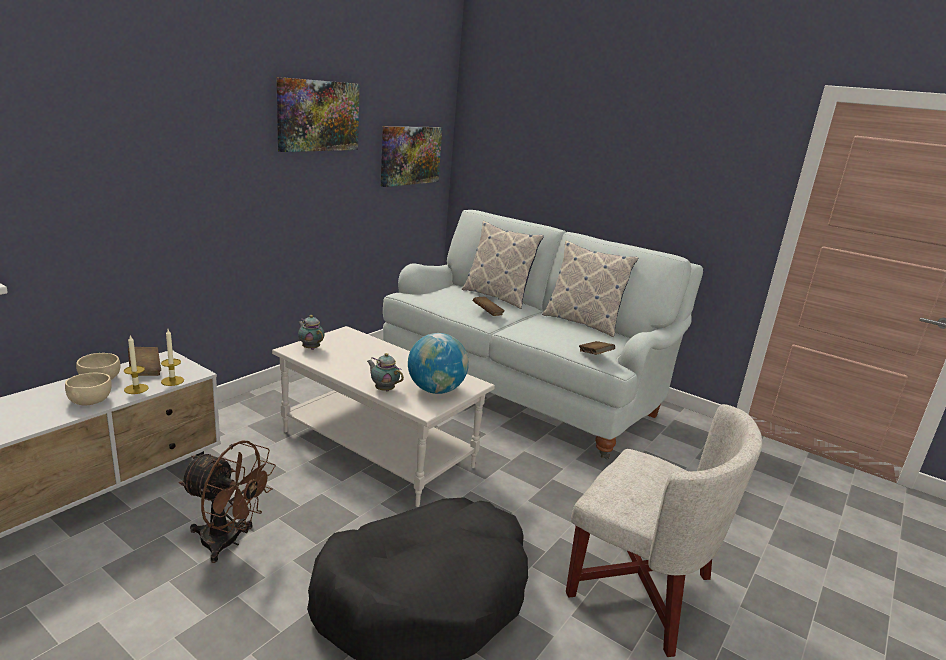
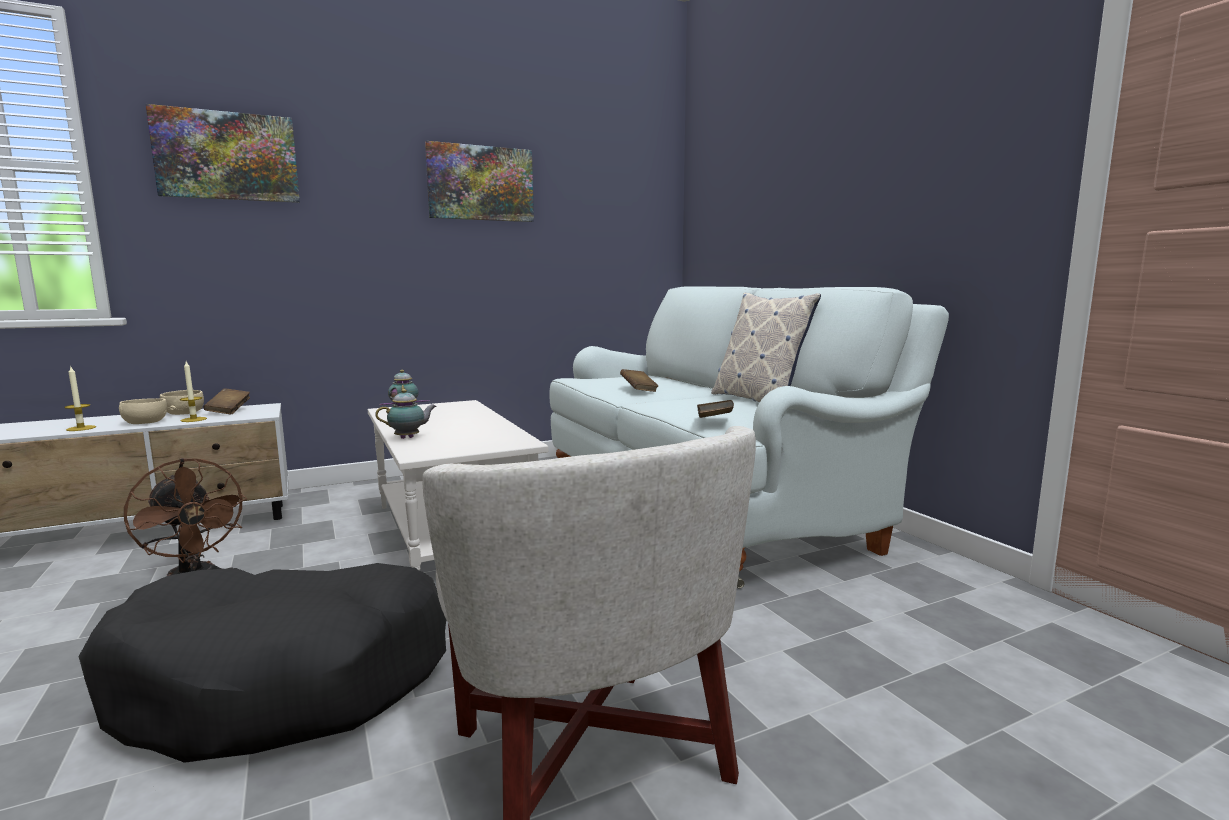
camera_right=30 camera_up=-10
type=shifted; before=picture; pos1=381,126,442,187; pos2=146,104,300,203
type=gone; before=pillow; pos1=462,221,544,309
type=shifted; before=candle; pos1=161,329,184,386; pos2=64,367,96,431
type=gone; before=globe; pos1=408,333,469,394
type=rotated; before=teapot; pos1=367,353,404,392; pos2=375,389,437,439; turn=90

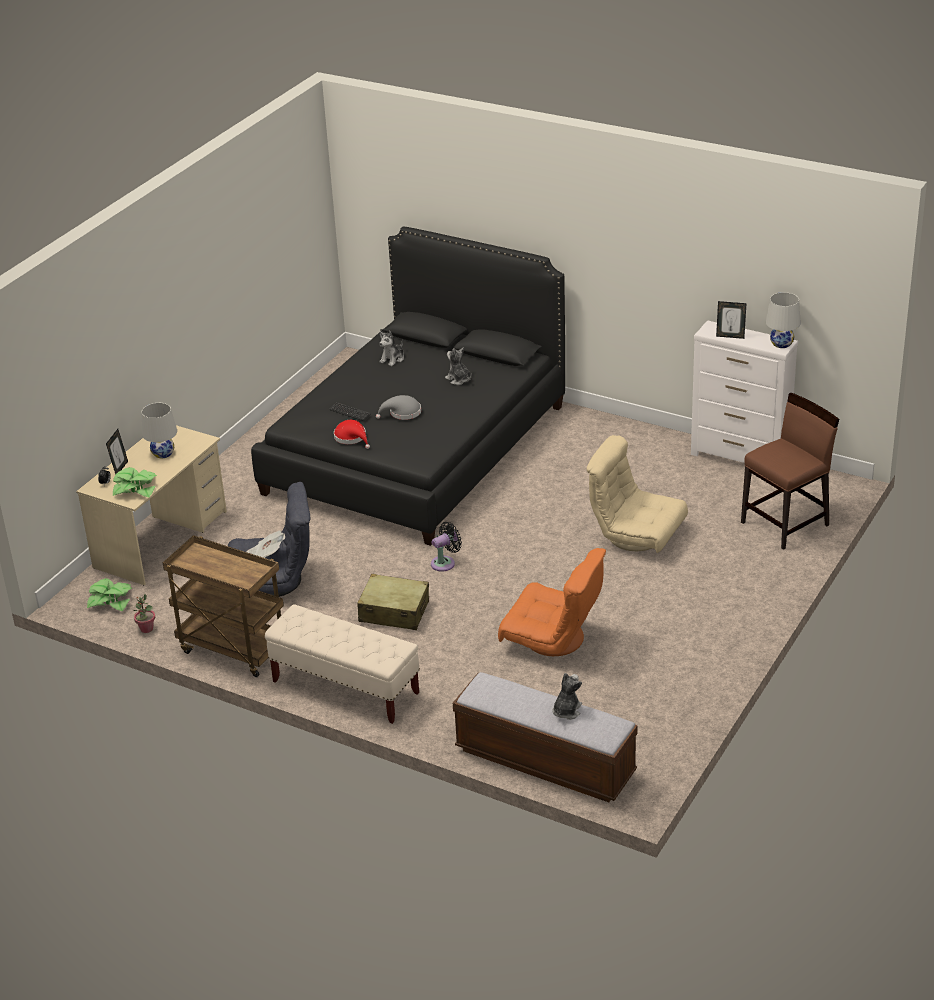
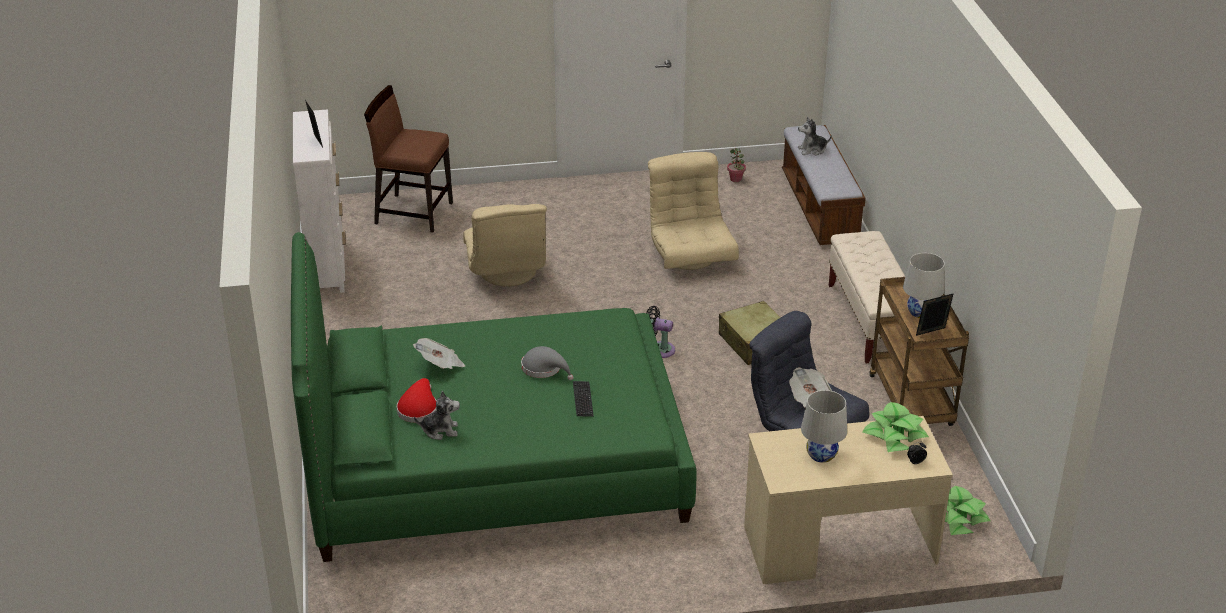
camera_right=-130 camera_up=0
type=repainted; before=black bed; after=green bed; pos1=251,227,565,546; pos2=291,232,696,562
type=shifted; before=white table lamp; pos1=766,292,801,348; pos2=903,253,945,318
type=swapped; before=plush toy; after=newspaper; pos1=445,347,472,385; pos2=413,338,466,369
type=shifted; before=red hat; pos1=334,420,370,449; pos2=397,378,437,423
type=shifted; before=picture frame; pos1=106,429,128,474; pos2=916,293,954,336
type=repainted; before=orange armchair; after=beige armchair; pos1=498,548,606,656; pos2=648,152,739,270
type=shifted; before=potted plant; pos1=133,594,155,633; pos2=727,148,746,182

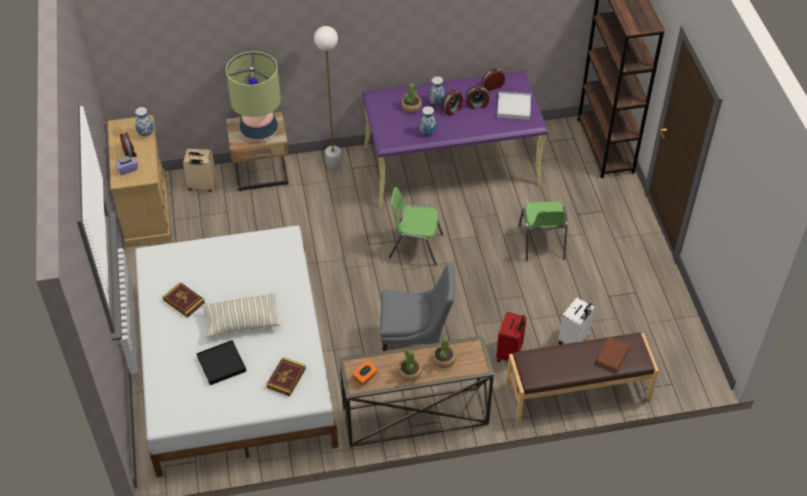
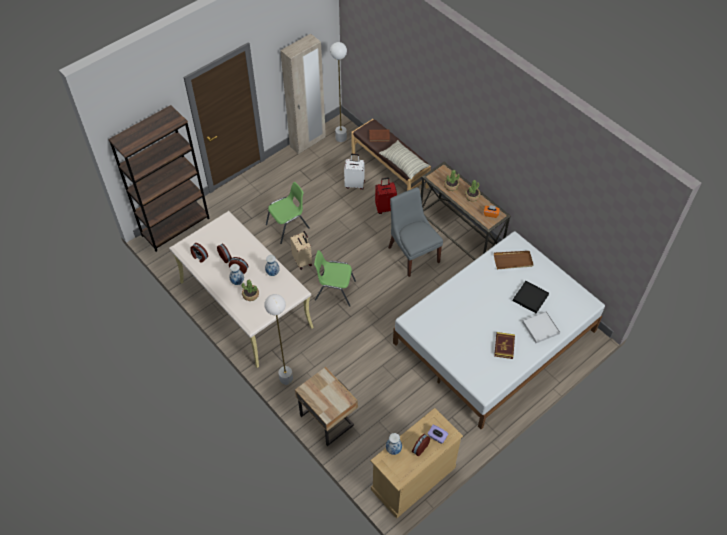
camera_right=-120 camera_up=5
type=gone; before=table lamp; pos1=226,51,281,141
type=repainted; before=purple desk; after=beige desk; pos1=362,71,548,208; pos2=169,211,314,368
type=shifted; before=white tray; pos1=497,91,531,120; pos2=522,311,560,343
type=shifted; before=beige suitcase; pos1=183,149,216,192; pos2=290,231,312,270
type=rotated; before=green chair; pos1=389,187,443,266; pos2=314,250,356,307; turn=120
type=shifted; before=pillow; pos1=202,293,280,337; pos2=379,140,430,179
type=swapped; before=book; after=brown tray; pos1=266,357,306,396; pos2=494,251,533,269
type=new; after=beige wardrobe; pos2=280,34,326,154
type=new; after=white floor lamp; pos2=330,42,347,142

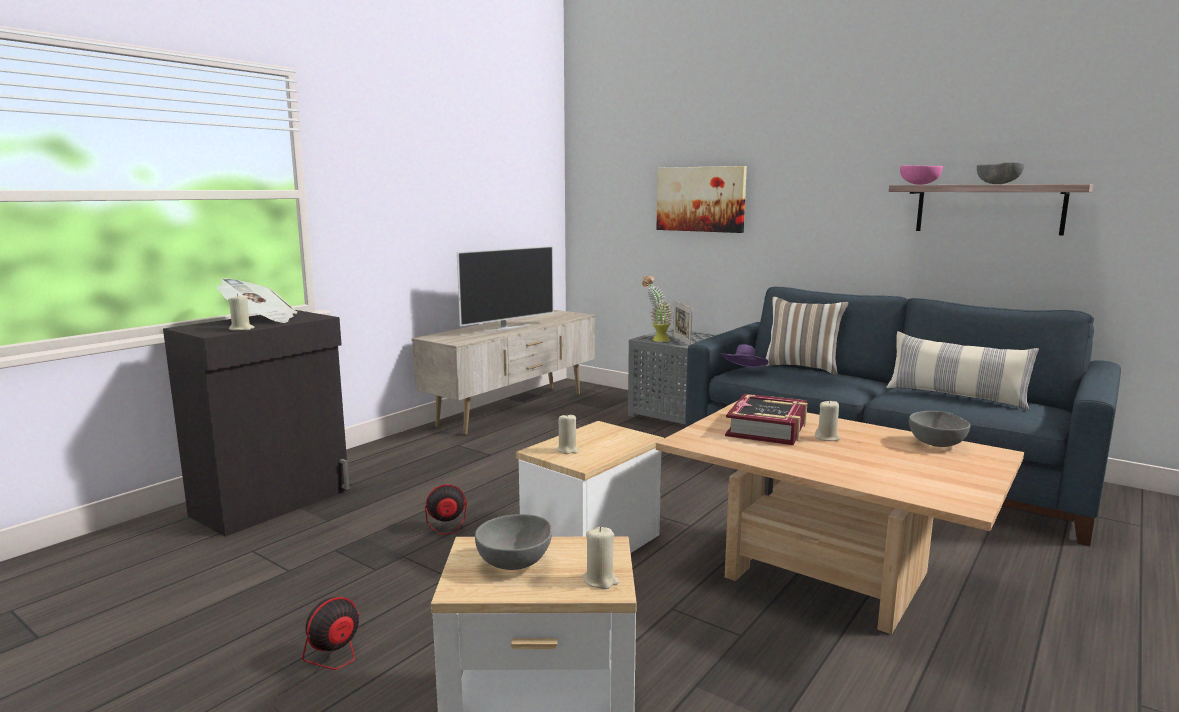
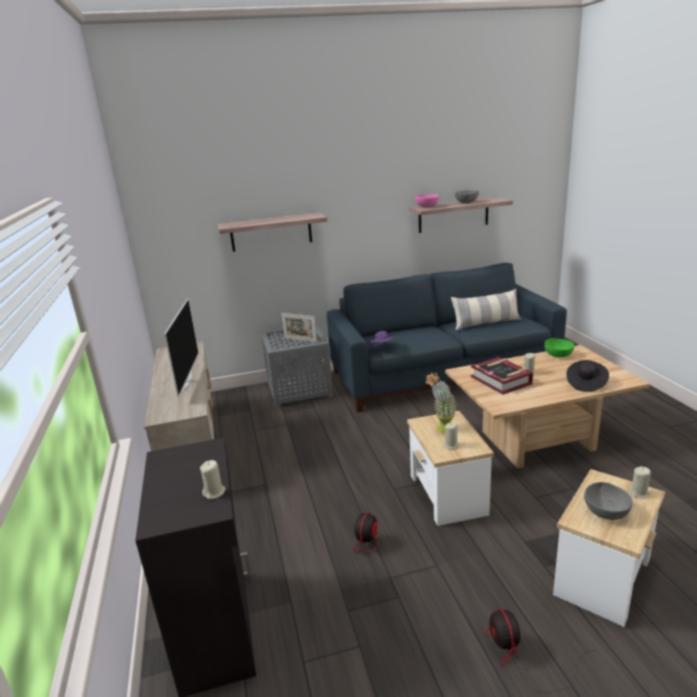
camera_right=-50 camera_up=10
type=swapped; before=picture; after=shelf; pos1=656,166,747,233; pos2=217,212,327,252
type=shifted; before=potted plant; pos1=642,276,673,342; pos2=426,372,457,434
type=gone; before=newspaper; pos1=217,278,297,323
type=gone; before=pillow; pos1=765,296,848,374
type=repainted; before=grey bowl; after=green bowl; pos1=909,411,971,447; pos2=544,338,574,357
type=new; after=black hat; pos2=566,360,609,392

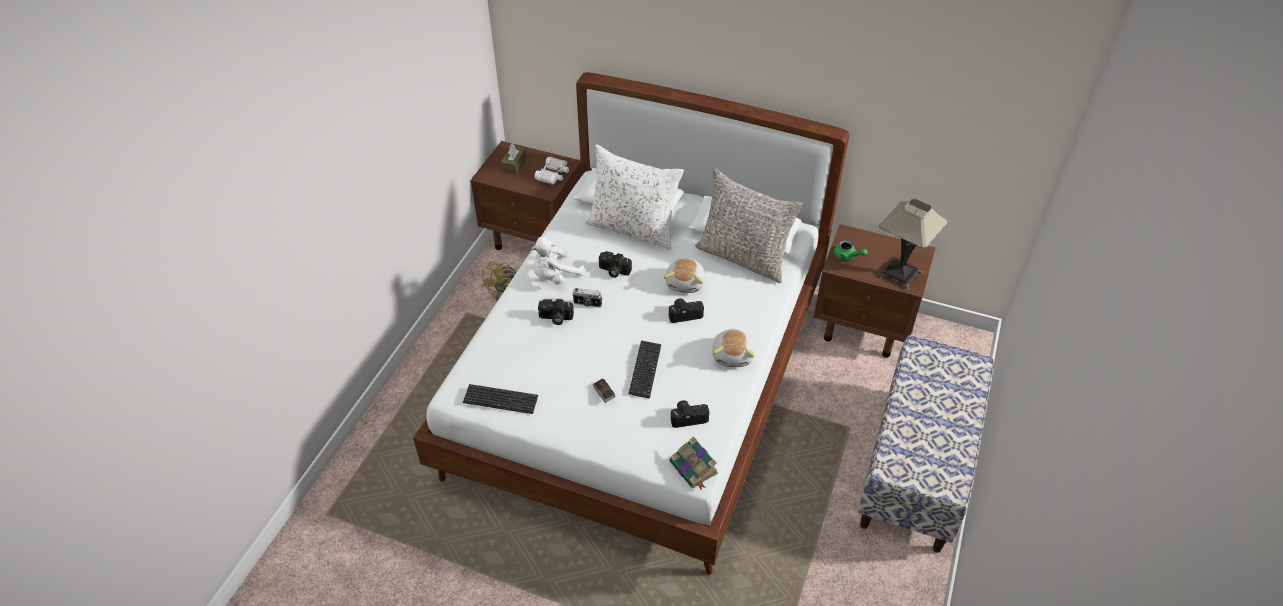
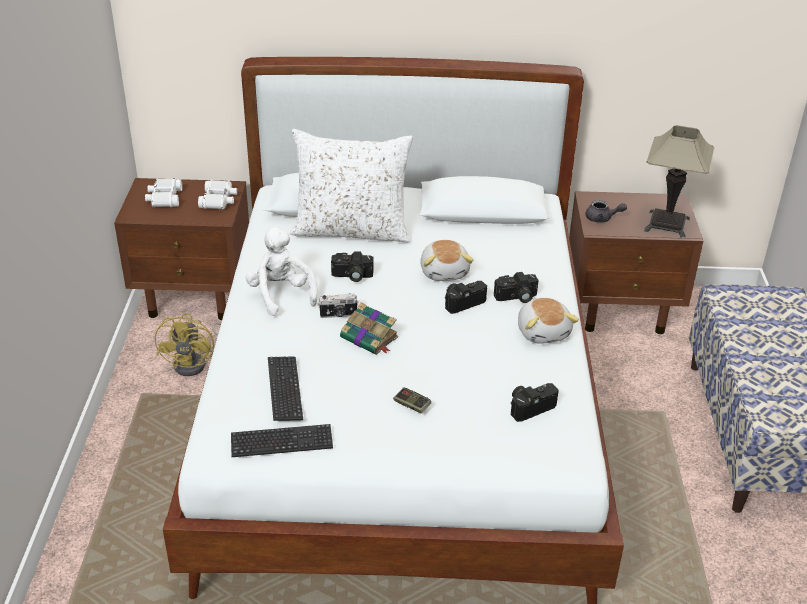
camera_right=-20 camera_up=-10
type=swapped; before=brown tissue box; after=white binoculars; pos1=501,144,527,175; pos2=145,178,182,207
type=gone; before=grey pillow; pos1=695,169,803,283
type=rotated; before=white plush toy; pos1=531,236,585,285; pos2=246,227,317,316; turn=120
type=repainted; before=green teapot; after=grey teapot; pos1=834,240,867,261; pos2=586,200,627,223
type=shifted; before=photo camera; pos1=538,299,574,325; pos2=494,272,538,303
type=shifted; before=keyboard; pos1=629,340,661,399; pos2=268,357,303,421
type=shifted; before=book; pos1=669,436,718,490; pos2=340,303,398,355

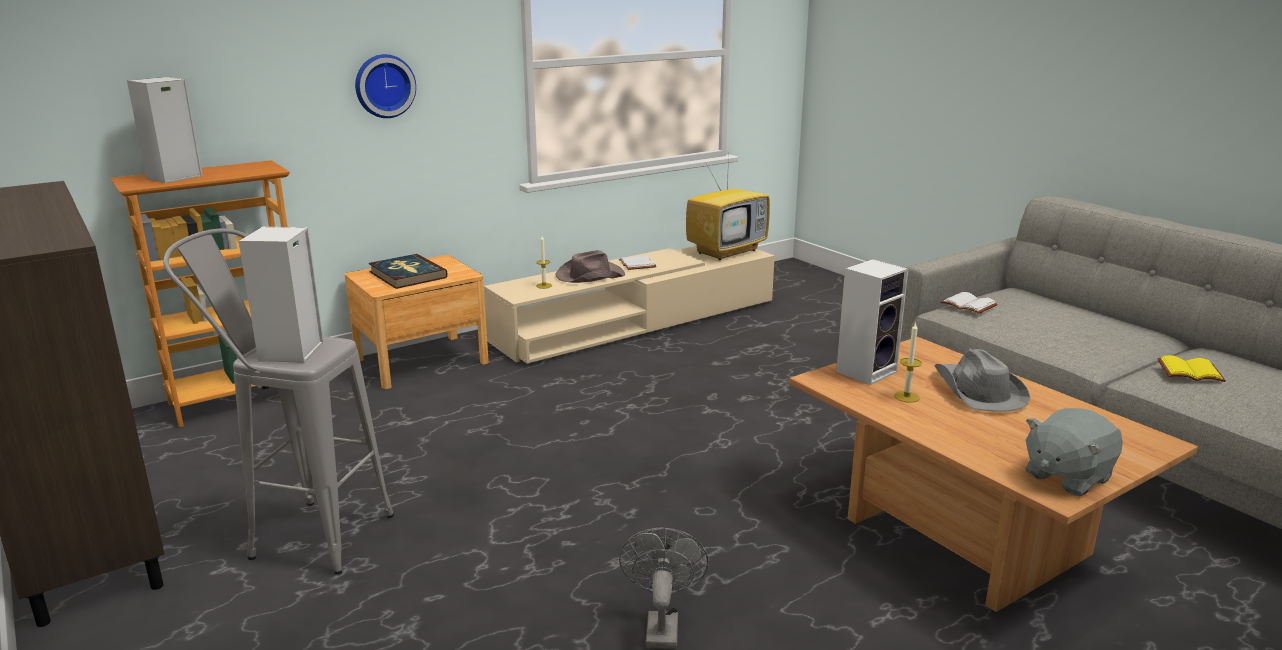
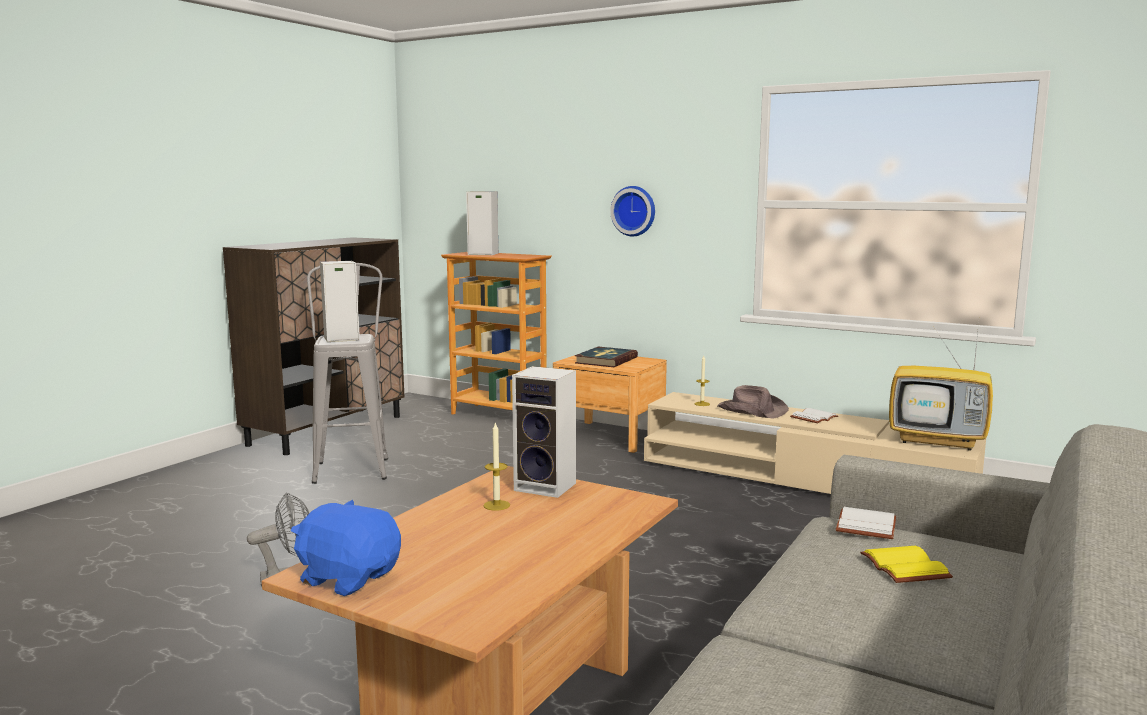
camera_right=65 camera_up=-10
type=gone; before=grey hat; pos1=934,348,1031,412
type=shifted; before=yellow book; pos1=1157,355,1226,382; pos2=860,546,953,583
type=repainted; before=grey plush toy; after=blue plush toy; pos1=1025,408,1123,496; pos2=291,500,401,596

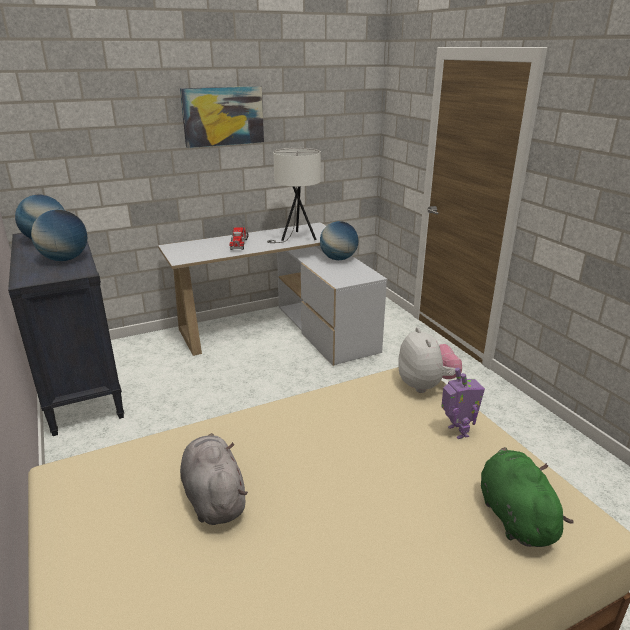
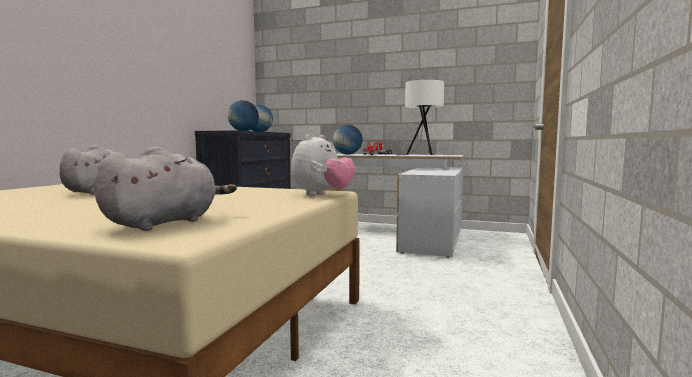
camera_right=45 camera_up=-20
type=gone; before=picture; pos1=180,86,264,148
type=shifted; before=globe; pos1=320,221,358,260; pos2=333,125,363,155
type=gone; before=toy robot; pos1=441,368,485,439
type=repainted; before=green plush toy; after=grey plush toy; pos1=481,447,574,547; pos2=93,146,237,231

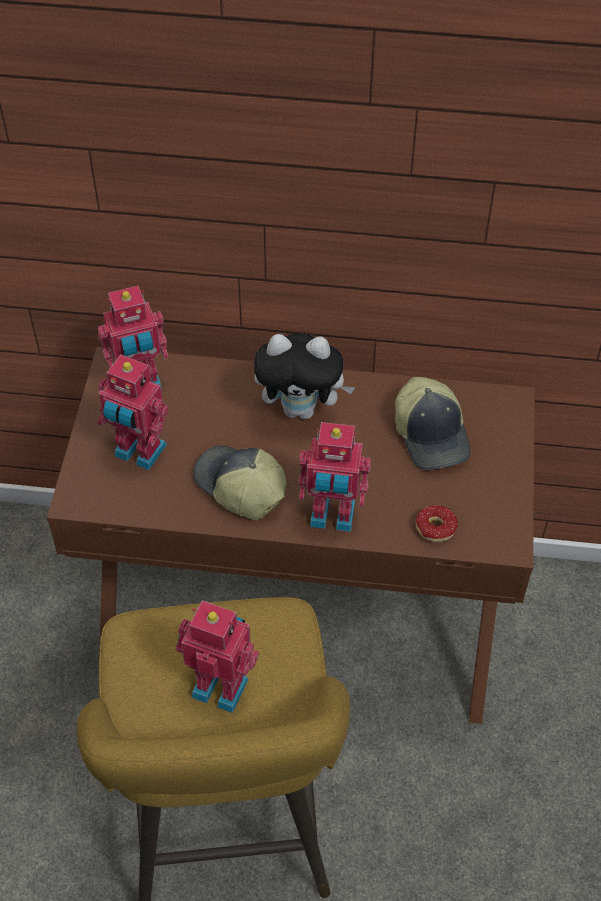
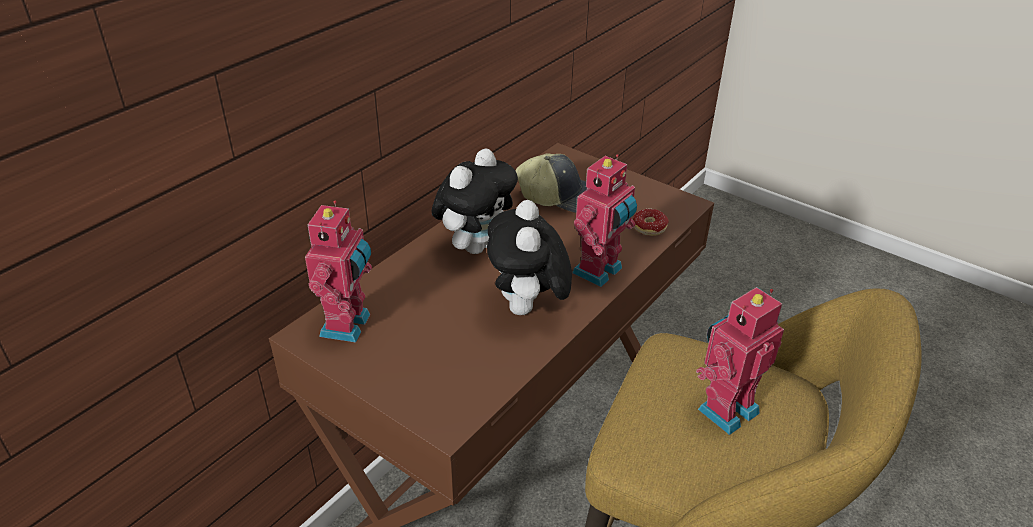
camera_right=-60 camera_up=-15
type=gone; before=toy robot; pos1=98,354,169,470
type=swapped; before=cap; after=plush toy; pos1=193,446,286,520; pos2=487,200,572,315

